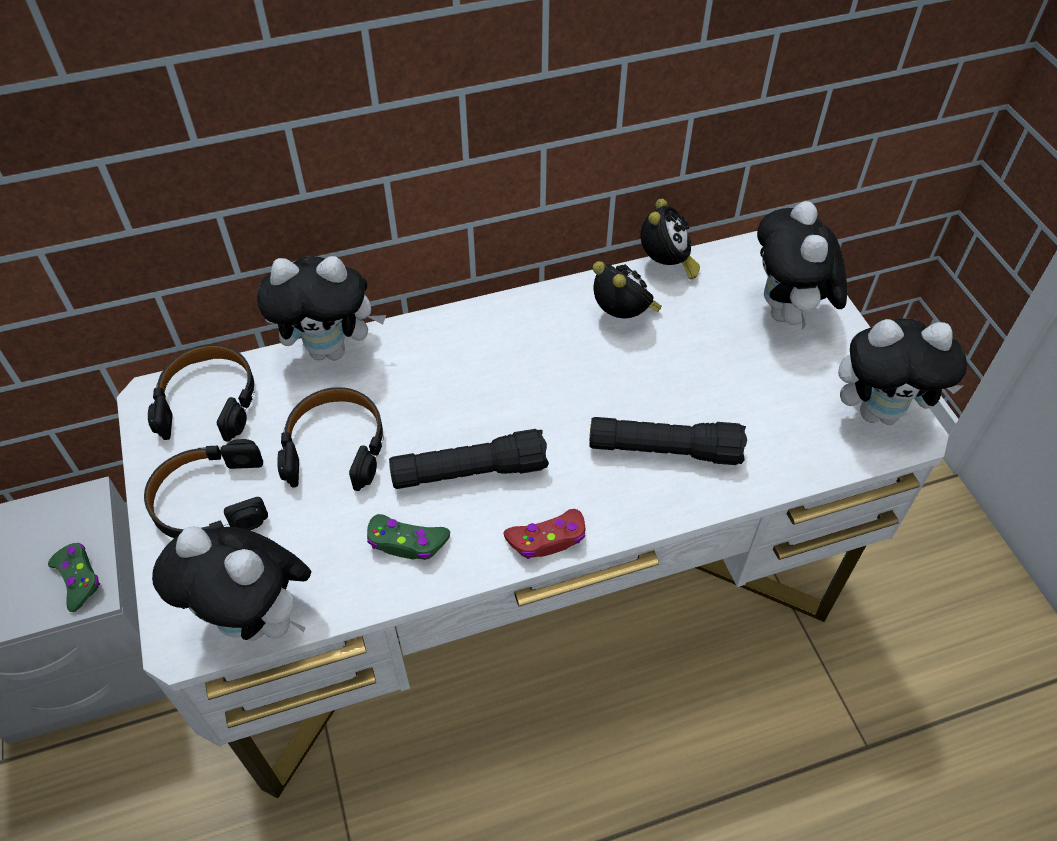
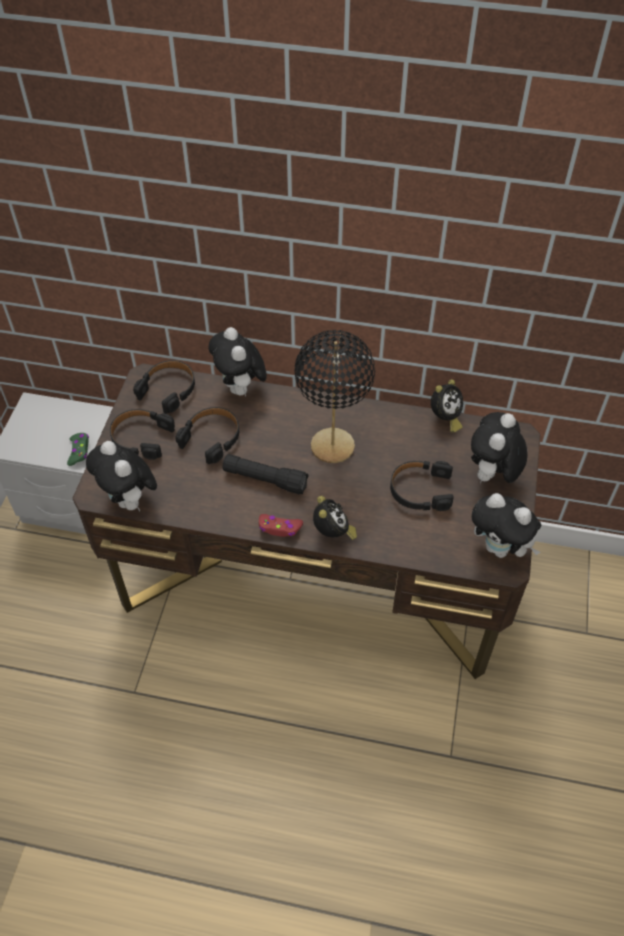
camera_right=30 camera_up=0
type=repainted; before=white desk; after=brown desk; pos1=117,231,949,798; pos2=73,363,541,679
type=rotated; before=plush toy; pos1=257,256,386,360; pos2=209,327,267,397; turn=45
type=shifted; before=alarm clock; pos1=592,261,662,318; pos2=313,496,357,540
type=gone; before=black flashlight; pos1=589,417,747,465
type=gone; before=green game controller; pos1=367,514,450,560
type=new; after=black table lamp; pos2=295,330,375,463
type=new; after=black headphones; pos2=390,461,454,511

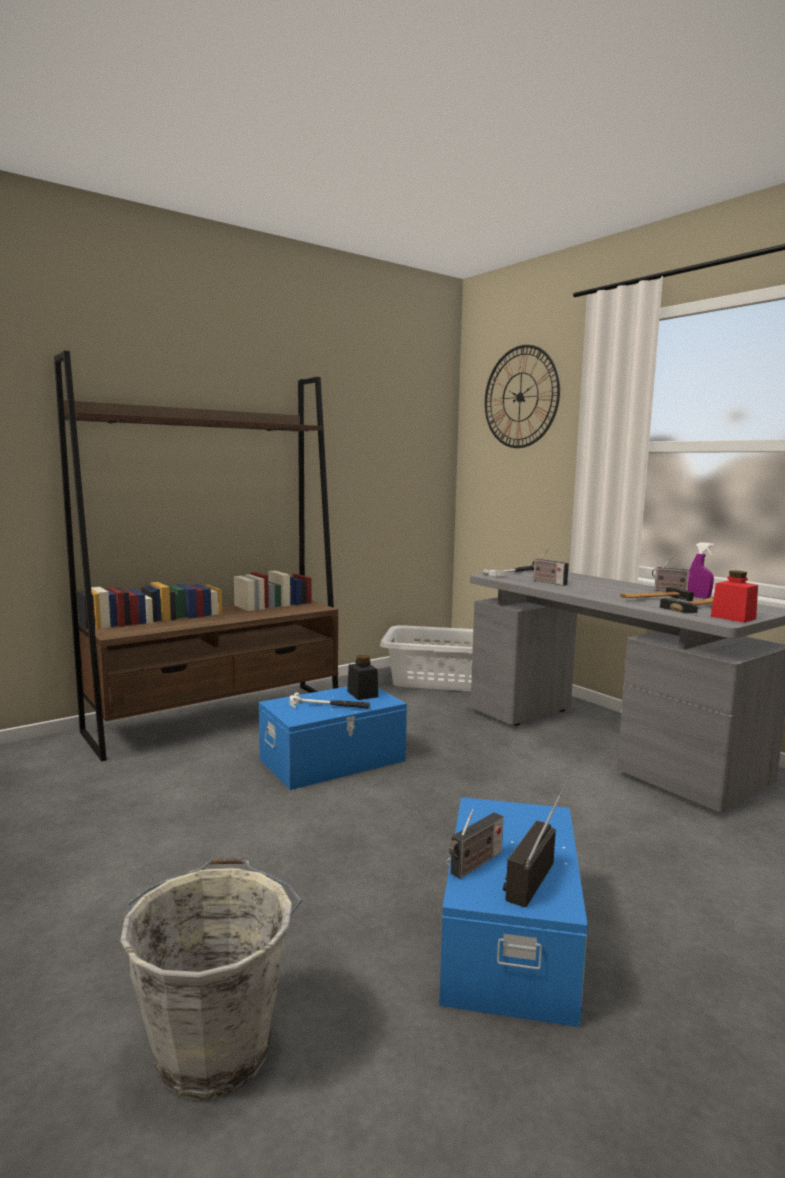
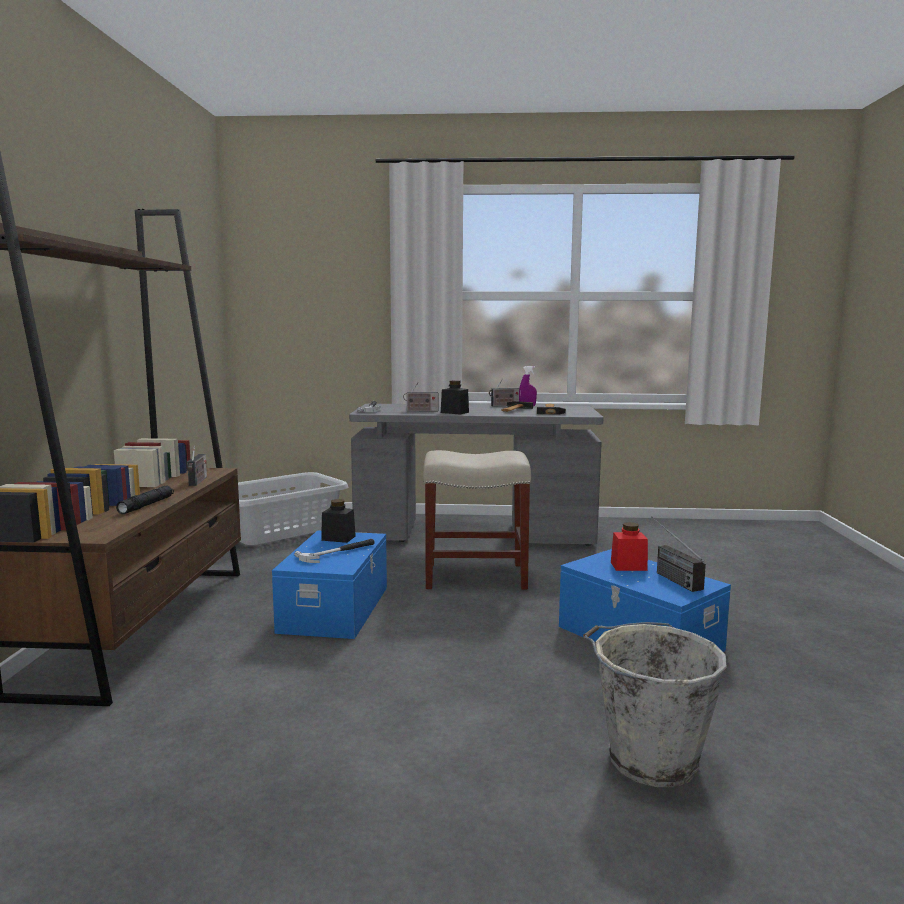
camera_right=-50 camera_up=0
type=gone; before=wall clock; pos1=485,345,560,448
type=shifted; before=red jar; pos1=711,570,758,623; pos2=611,522,648,571
type=shifted; before=radio; pos1=449,808,503,879; pos2=187,446,207,486
type=new; after=black jar; pos2=441,380,469,415
type=new; after=beige stool; pos2=423,450,531,590
type=new; after=black flashlight; pos2=116,485,174,514

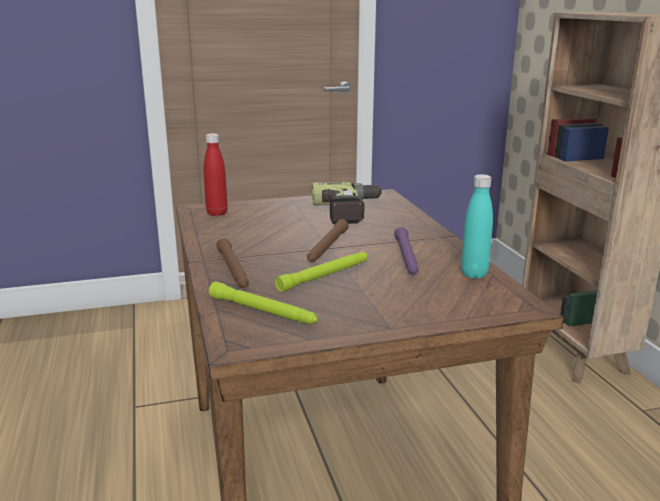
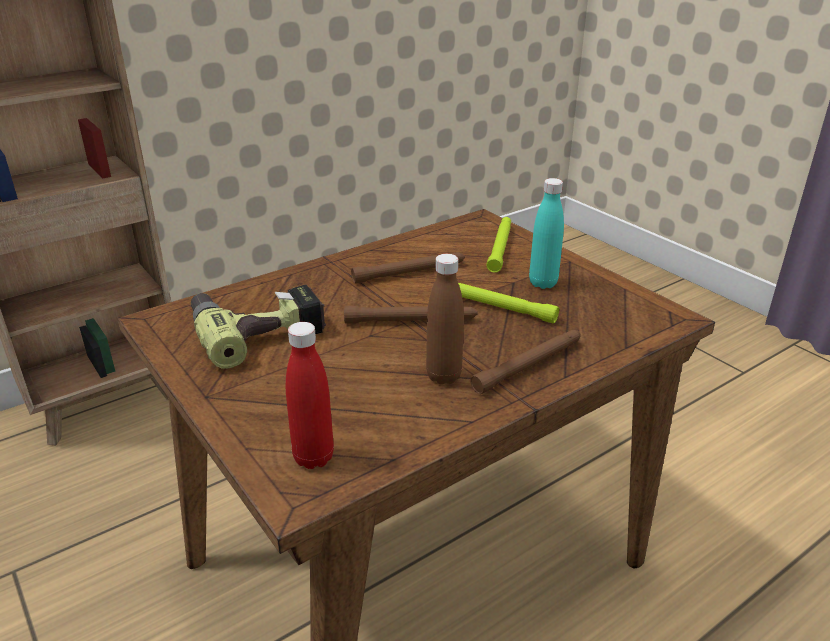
camera_right=-110 camera_up=10
type=shifted; before=turquoise bottle; pos1=461,174,493,279; pos2=529,178,564,289
type=repainted; before=purple flashlight; after=brown flashlight; pos1=394,227,418,275; pos2=351,252,465,284
type=shifted; before=green flashlight; pos1=209,281,318,324; pos2=486,217,511,273
type=new; after=brown bottle; pos2=426,254,464,385

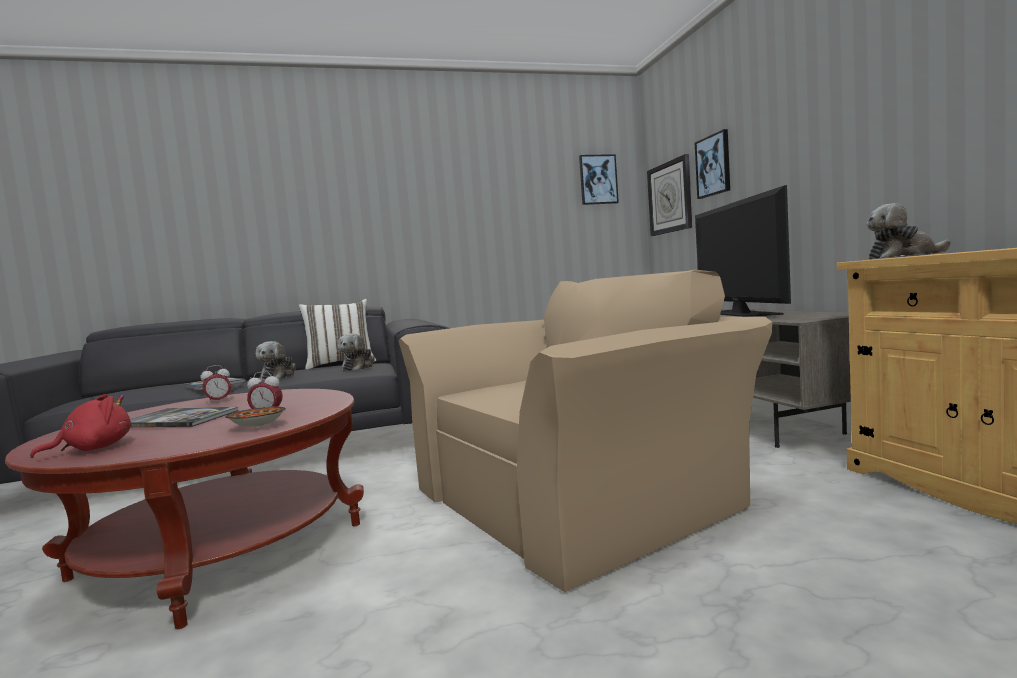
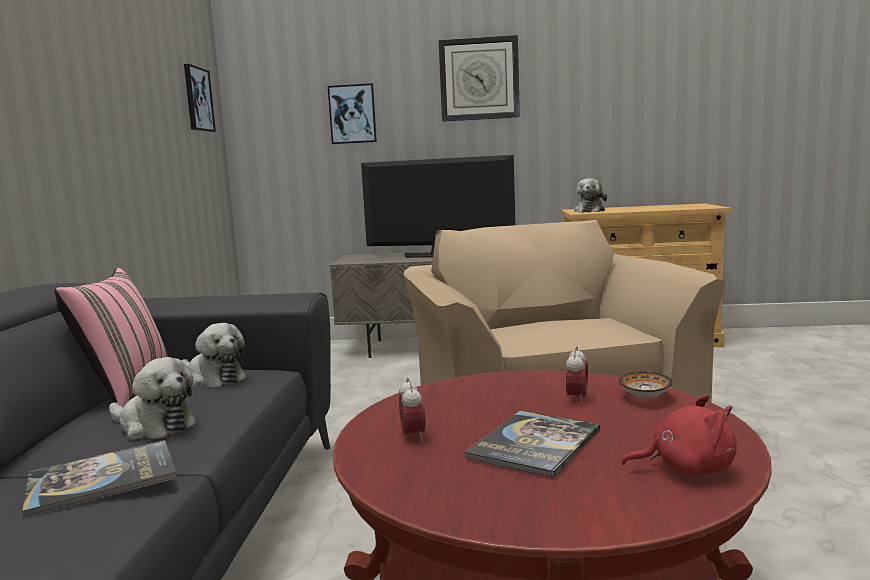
camera_right=-70 camera_up=5
type=shifted; before=wall clock; pos1=647,154,693,236; pos2=439,35,520,122
type=repainted; before=white pillow; after=pink pillow; pos1=298,299,376,370; pos2=54,268,168,407
type=rotated; before=red plush toy; pos1=30,394,131,458; pos2=622,395,737,476; turn=120

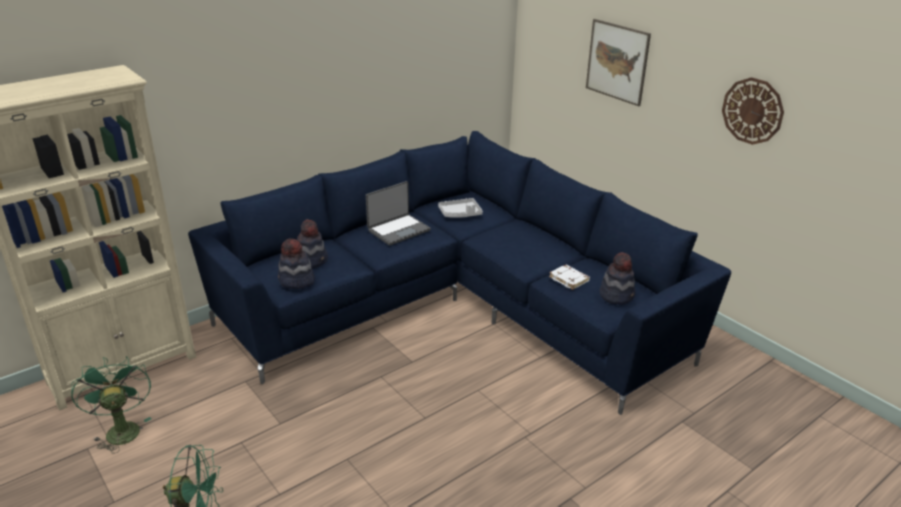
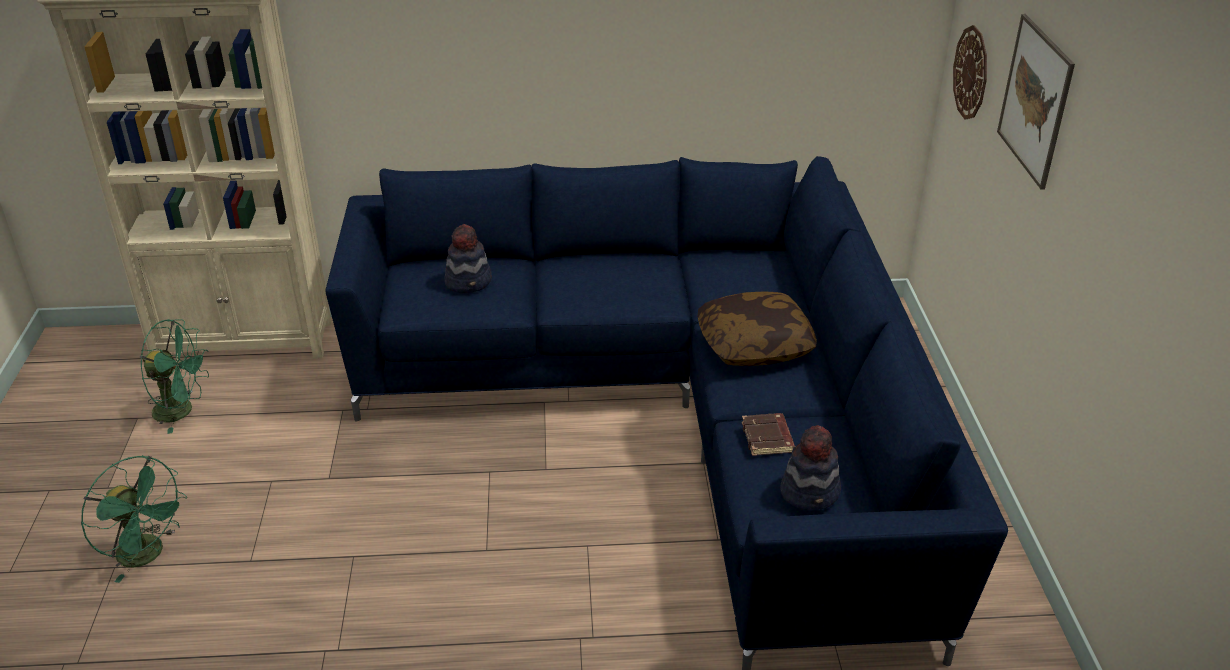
camera_right=35 camera_up=5
type=shifted; before=wall clock; pos1=722,77,784,145; pos2=953,25,987,120
type=gone; before=laptop; pos1=366,181,431,245
type=gone; before=grey tray; pos1=438,198,483,218
type=gone; before=hat; pos1=278,238,315,289
type=repainted; before=white book; after=brown book; pos1=549,265,590,290; pos2=742,413,795,456
type=rotated; before=green fan; pos1=71,356,152,453; pos2=140,319,209,434; turn=90
type=new; after=pillow; pos2=697,292,817,366

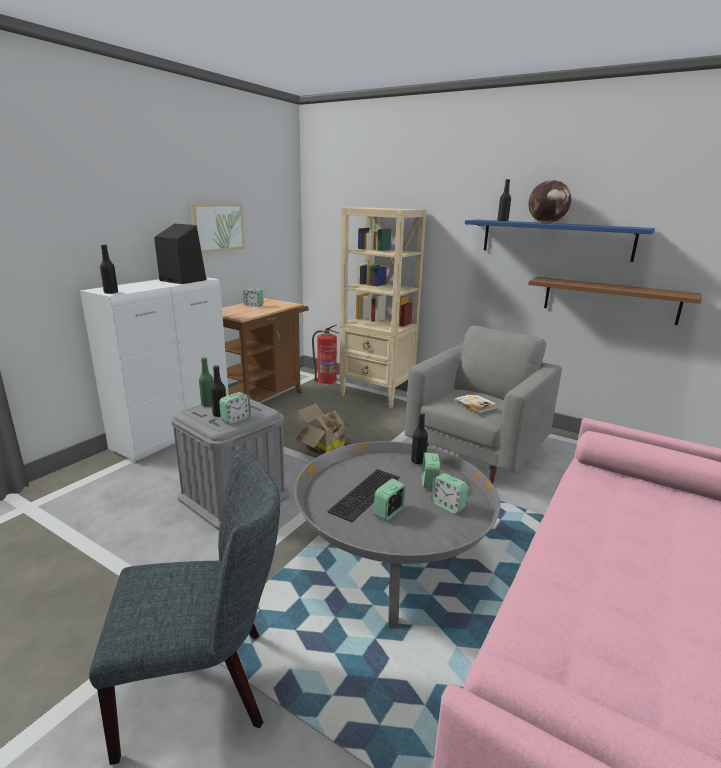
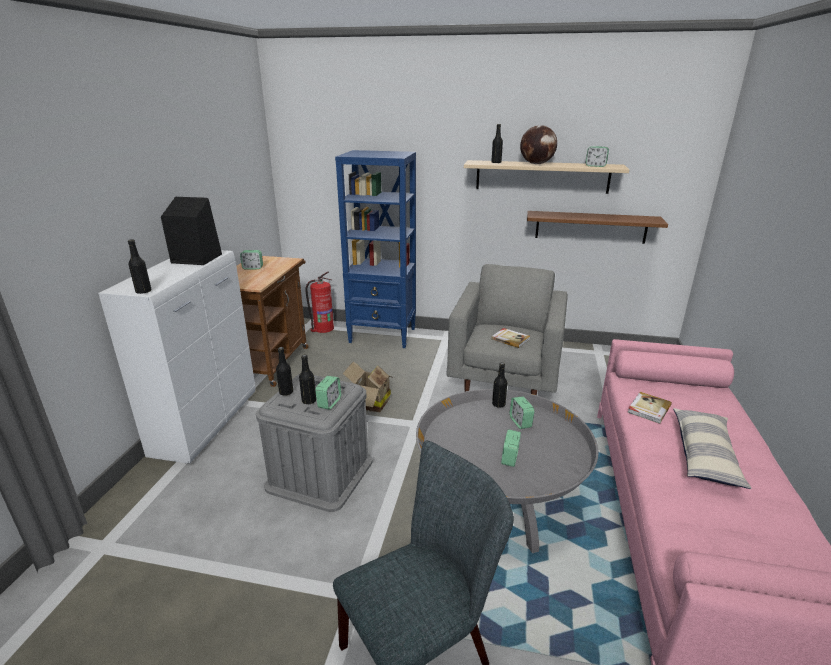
camera_right=-20 camera_up=5
type=gone; before=picture; pos1=190,203,245,253
type=repainted; before=beige bookcase; after=blue bookcase; pos1=339,207,426,409; pos2=335,150,416,348
type=repainted; before=blue shelf; after=beige shelf; pos1=465,220,655,262; pos2=464,160,629,194
type=repainted; before=green bottle; after=black bottle; pos1=199,357,213,407; pos2=276,347,293,396
type=gone; before=keyboard; pos1=327,469,400,522
type=shifted; before=alarm clock; pos1=431,473,468,514; pos2=586,146,609,167
type=new; after=book; pos2=627,392,672,424
type=new; after=pillow; pos2=673,408,752,489

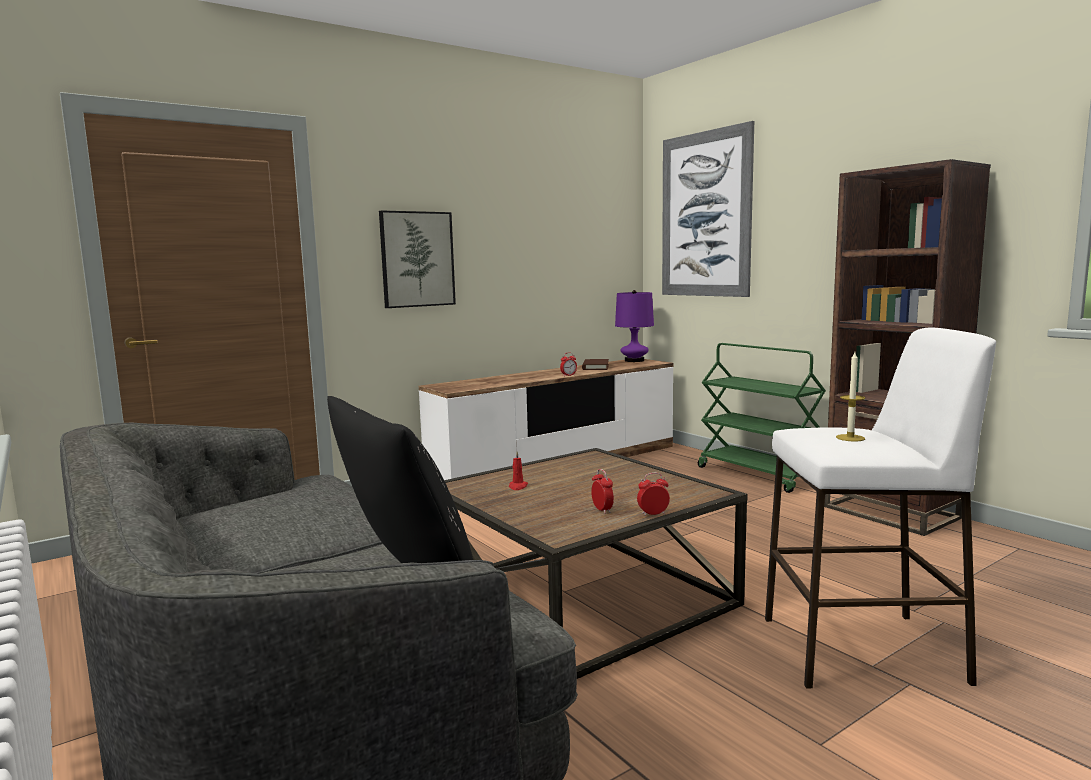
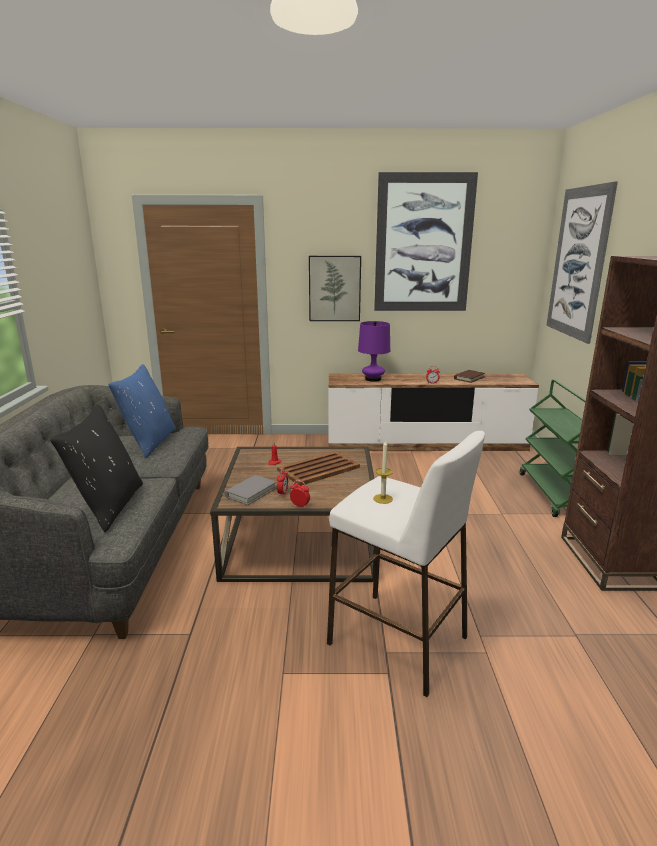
camera_right=35 camera_up=10
type=shifted; before=purple table lamp; pos1=615,290,654,362; pos2=358,321,390,382
type=new; after=picture; pos2=374,172,478,311
type=new; after=blue pillow; pos2=108,364,176,458
type=new; after=brown tray; pos2=277,451,360,486
type=new; after=grey book; pos2=225,475,277,505

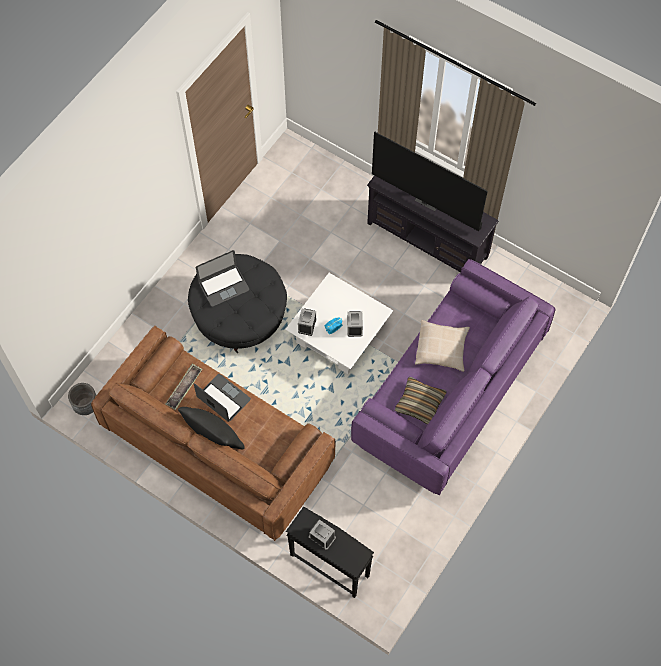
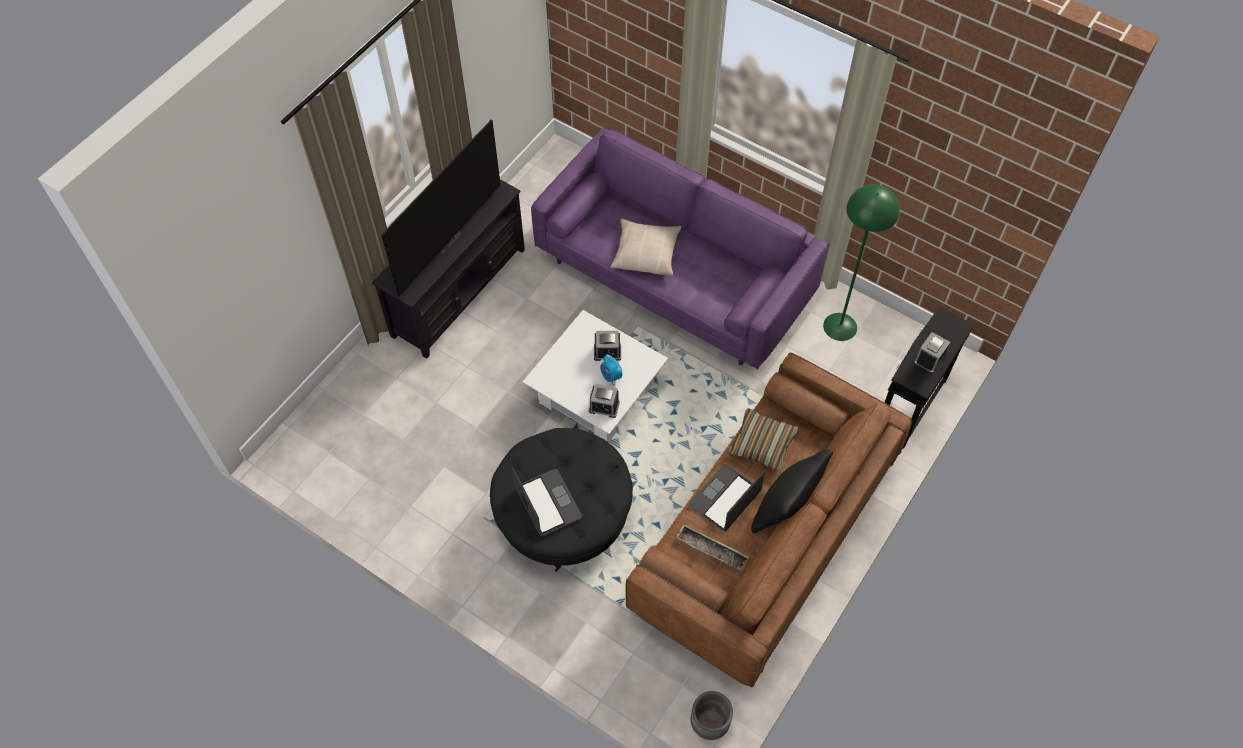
camera_right=-90 camera_up=-5
type=shifted; before=pillow; pos1=395,377,447,425; pos2=728,409,799,471
type=new; after=green floor lamp; pos2=823,184,900,341

